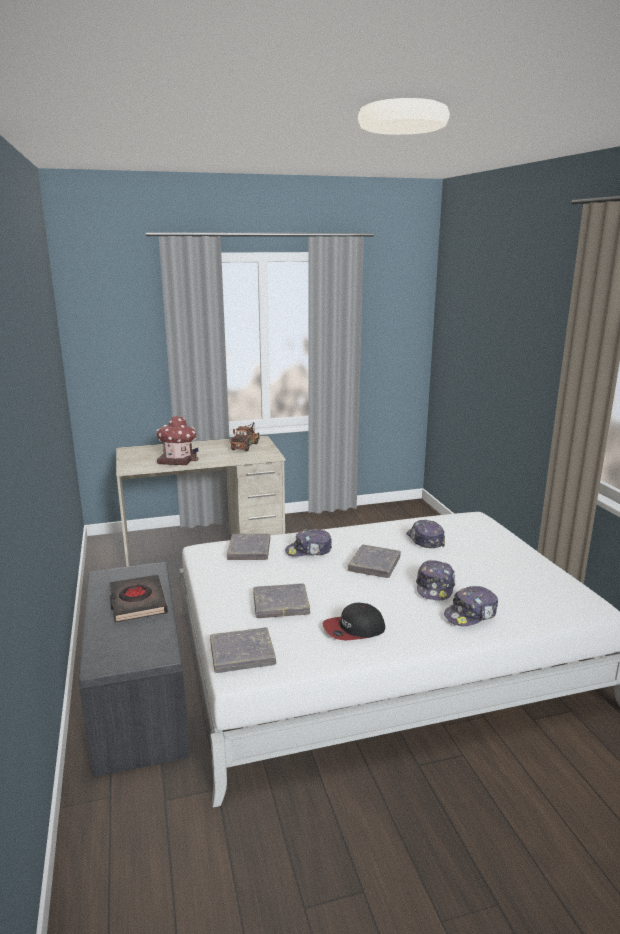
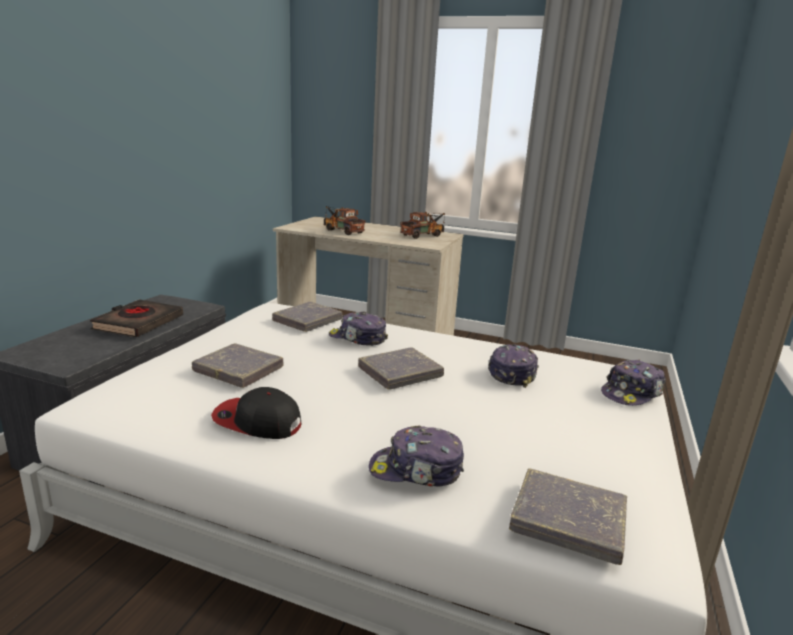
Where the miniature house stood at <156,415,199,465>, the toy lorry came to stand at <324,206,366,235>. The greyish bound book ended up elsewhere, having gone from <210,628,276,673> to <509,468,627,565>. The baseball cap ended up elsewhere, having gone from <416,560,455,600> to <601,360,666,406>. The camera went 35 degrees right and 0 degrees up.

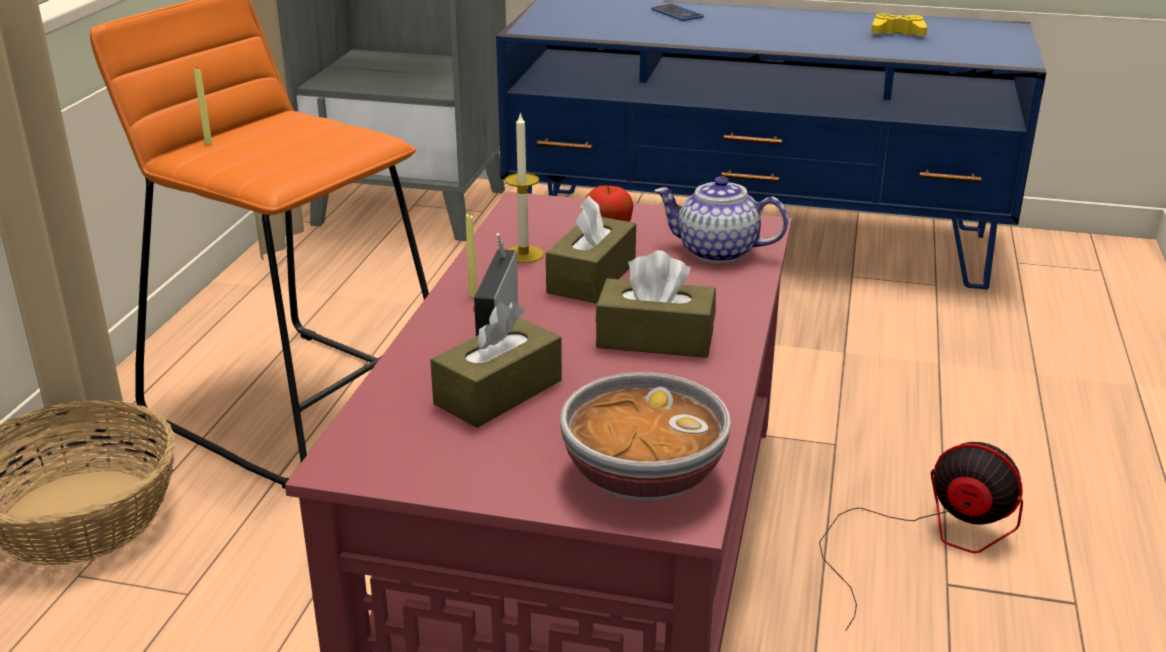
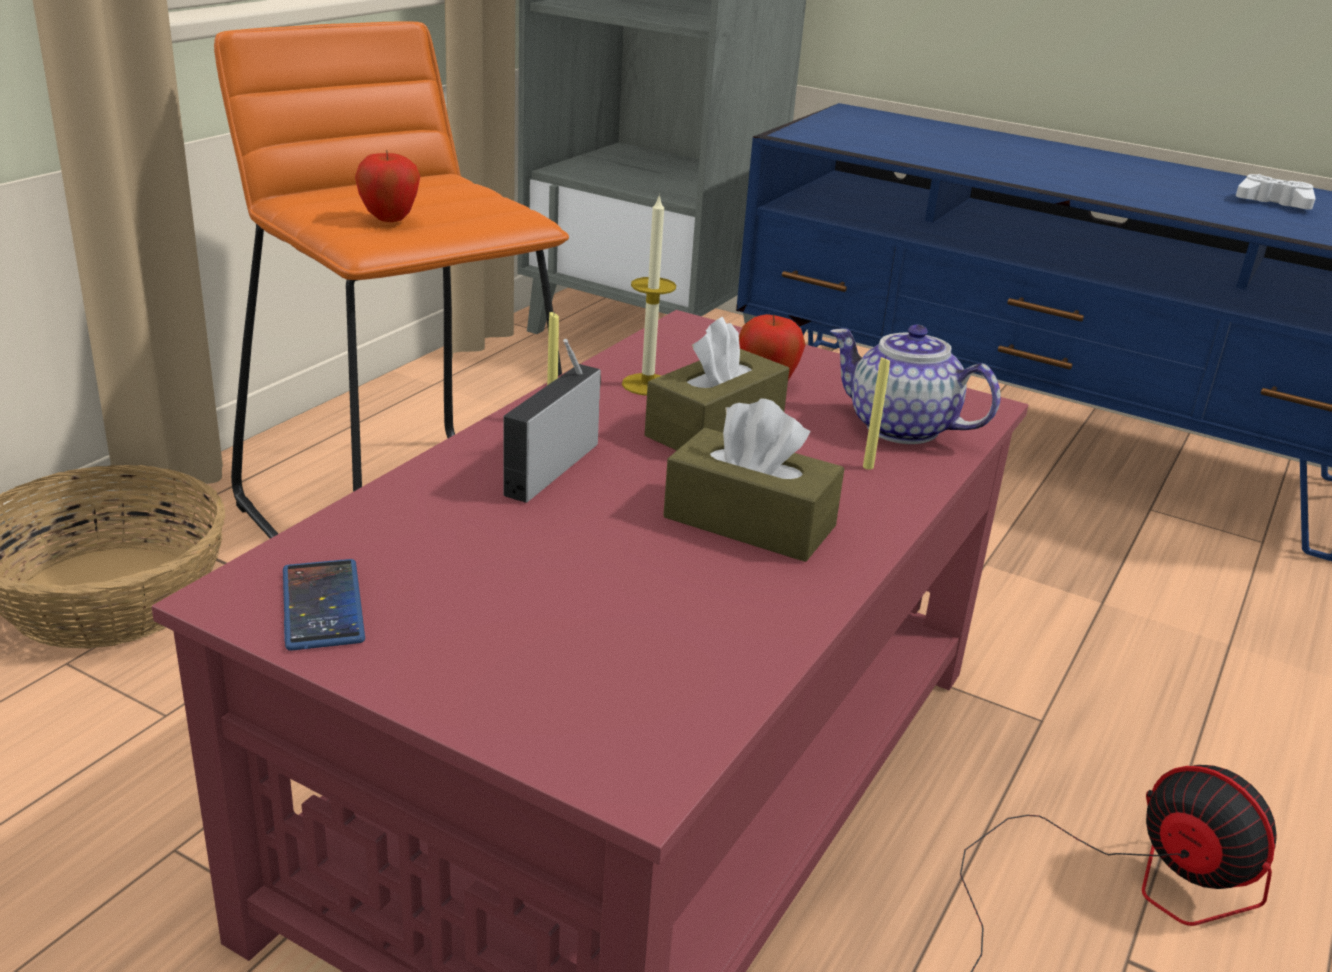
The yellowish wax light ended up elsewhere, having gone from <194,69,212,145> to <863,356,890,470>. The second view lost the brown-coloured tissue holder at <430,302,562,428>. The second view lost the bowl at <560,372,731,501>. The phone ended up elsewhere, having gone from <651,4,704,21> to <283,559,365,651>. What was the yellowish game controller at <871,13,927,36> turned into the white game controller at <1236,174,1316,210>. The second view gained the whole apple at <355,150,420,222>. The camera went 15 degrees right and 0 degrees up.

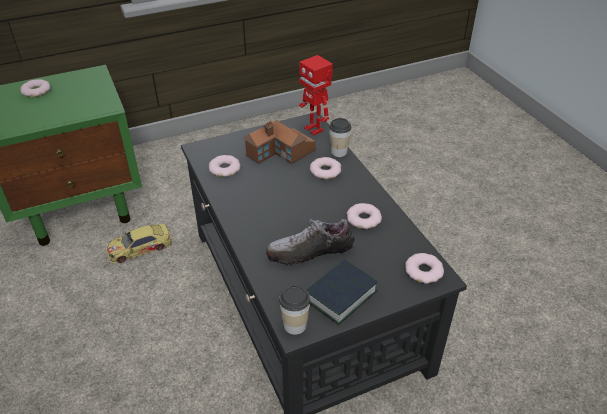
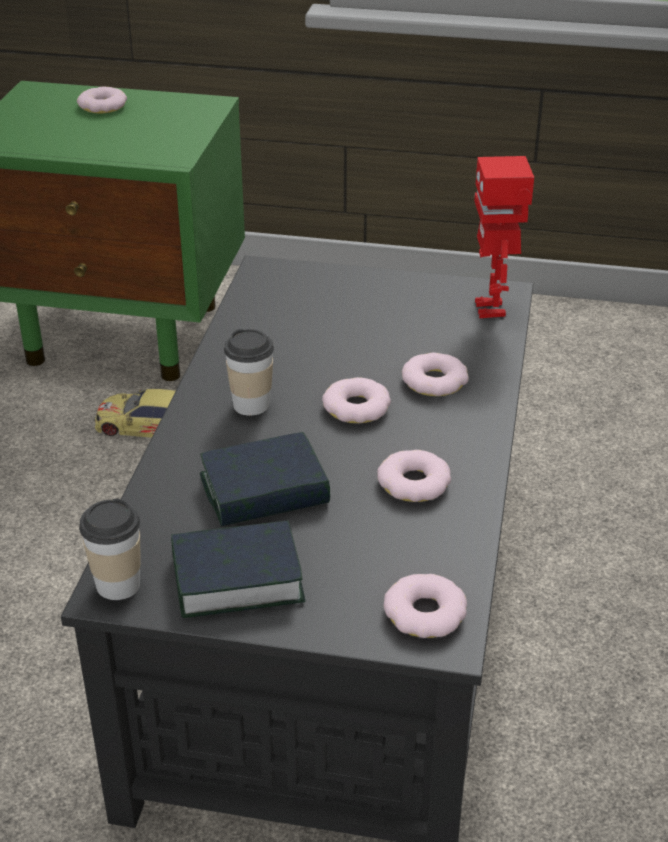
The doughnut ended up elsewhere, having gone from <209,155,241,177> to <322,377,391,423>. The second view lost the miniature house at <243,120,316,165>. Where the item of footwear stood at <266,219,354,265>, the bound book came to stand at <200,432,330,526>. The drinking cup ended up elsewhere, having gone from <329,118,352,157> to <224,329,274,416>. The camera went 35 degrees right and 5 degrees down.

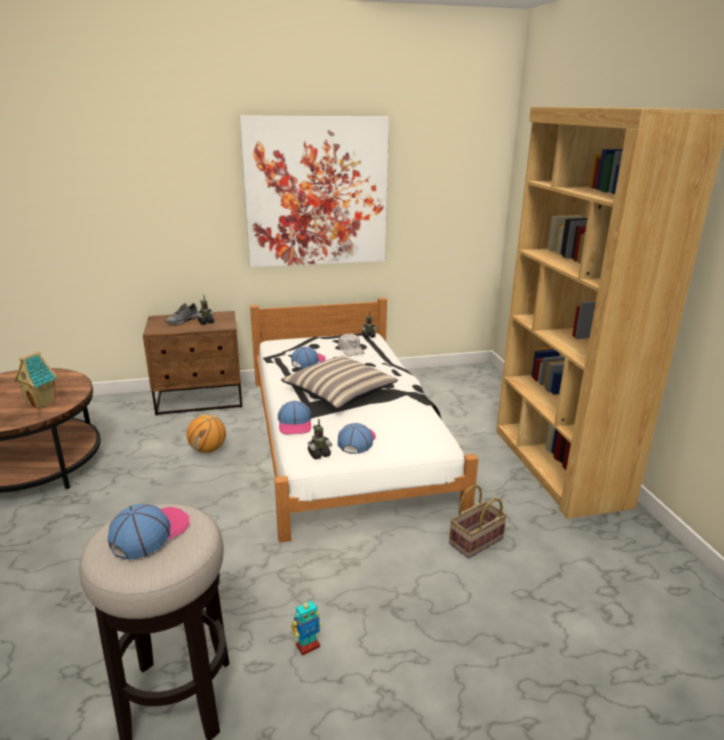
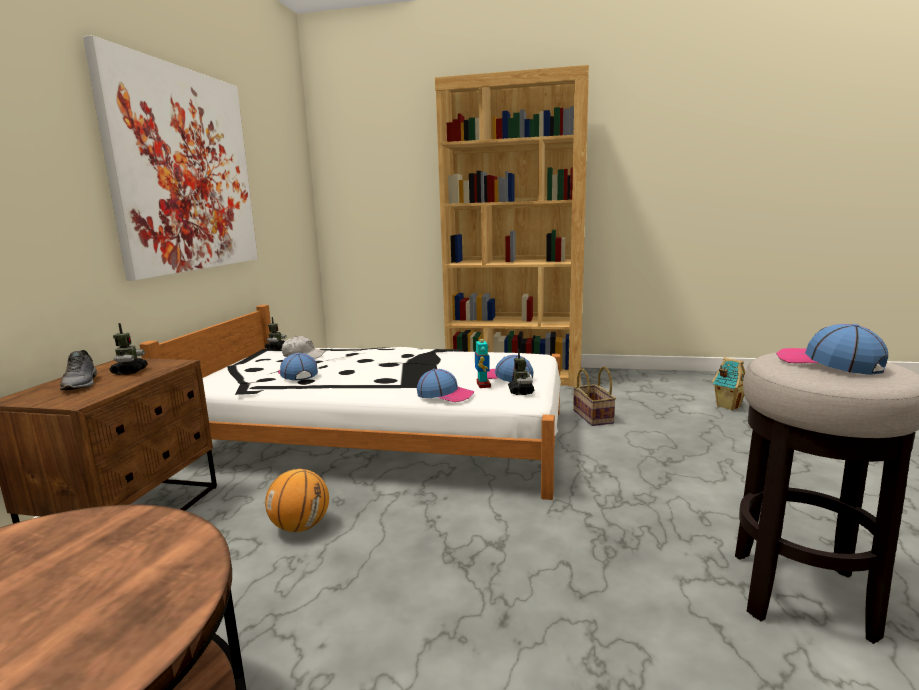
The miniature house ended up elsewhere, having gone from <14,351,57,409> to <712,357,745,411>. The second view lost the cushion at <281,356,398,409>. The robot figure ended up elsewhere, having gone from <291,599,322,656> to <475,339,491,388>. The camera went 65 degrees left and 10 degrees down.

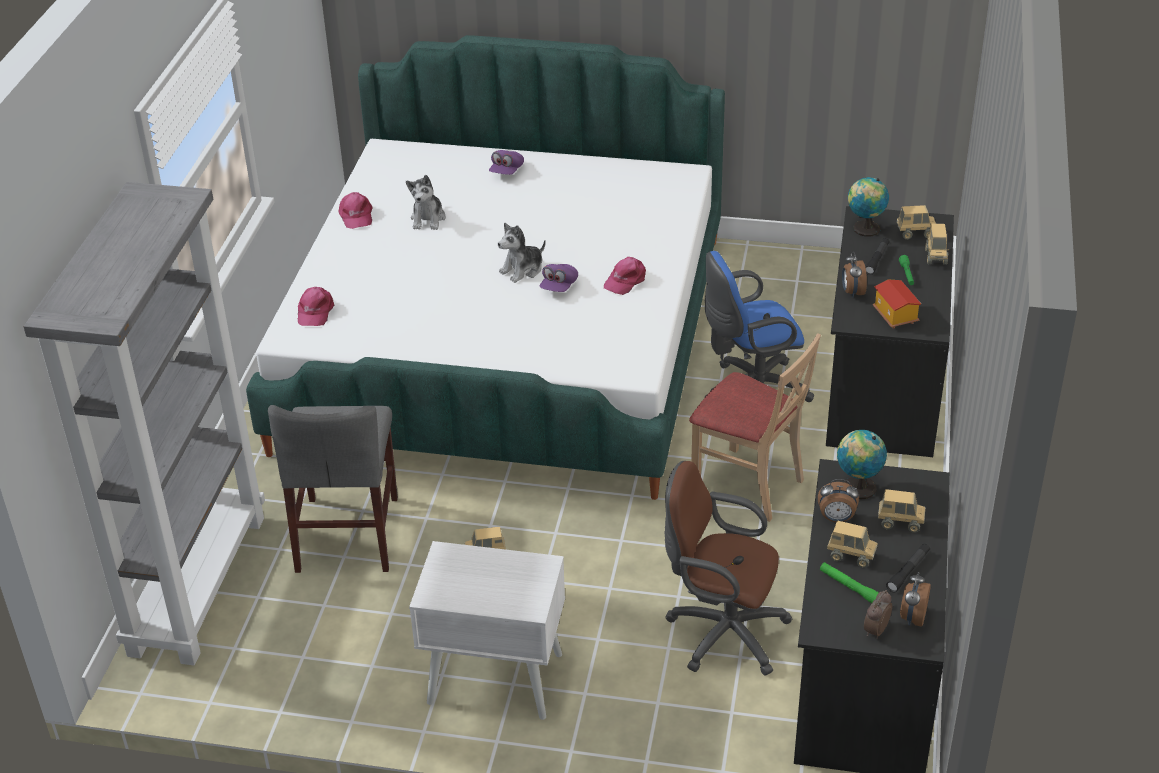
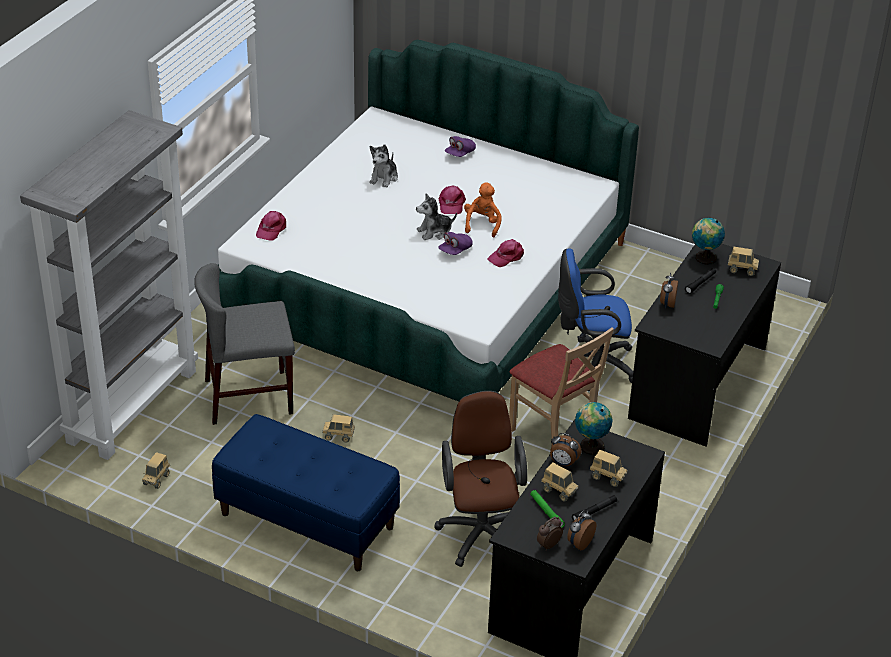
The greyish upright chair at <268,405,398,573> ended up facing another way, 60 degrees clockwise from before. The pinkish baseball cap ended up elsewhere, having gone from <338,192,373,229> to <439,186,466,214>. Where the white nightstand stood at <409,541,565,720>, the blue-coloured long seat came to stand at <212,414,400,571>. The brown-coloured office chair at <664,461,793,676> ended up facing another way, 45 degrees clockwise from before. The second view lost the miniature house at <873,279,921,329>. The toy lorry ended up elsewhere, having gone from <925,224,949,265> to <142,452,170,489>. The second view gained the orangey cuddly toy at <464,182,502,237>. The camera went 15 degrees right and 0 degrees up.

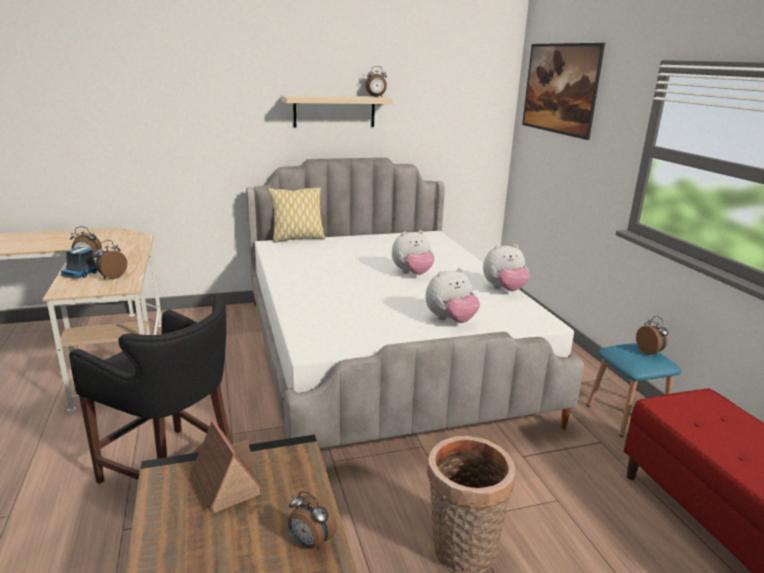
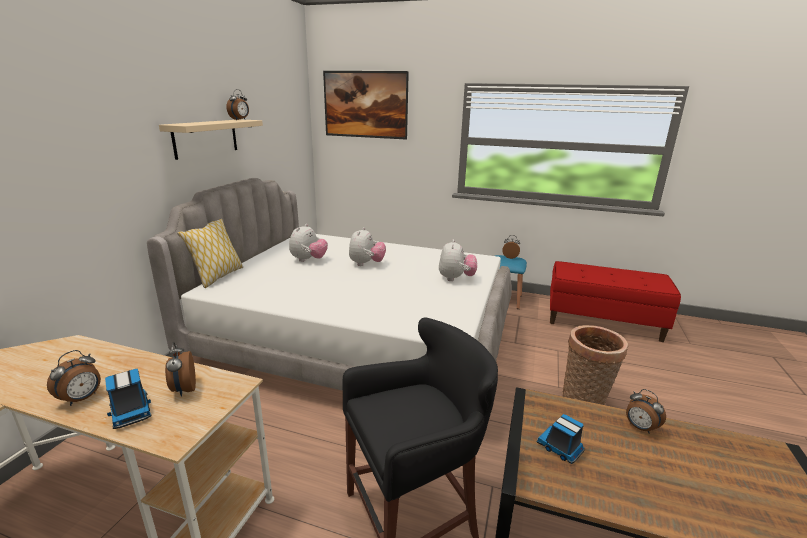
Where the miniature house stood at <190,419,264,513>, the toy lorry came to stand at <537,414,585,464>. The table clock at <288,491,337,550> ended up facing another way, 75 degrees clockwise from before. The cuddly toy ended up elsewhere, having gone from <483,244,530,291> to <289,224,328,262>. The camera went 55 degrees left and 0 degrees up.

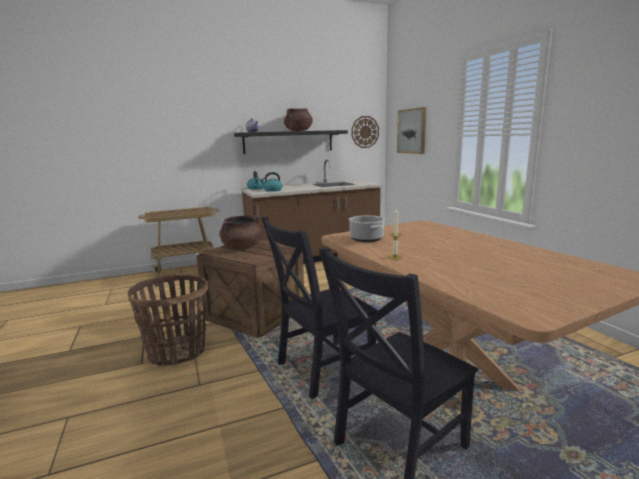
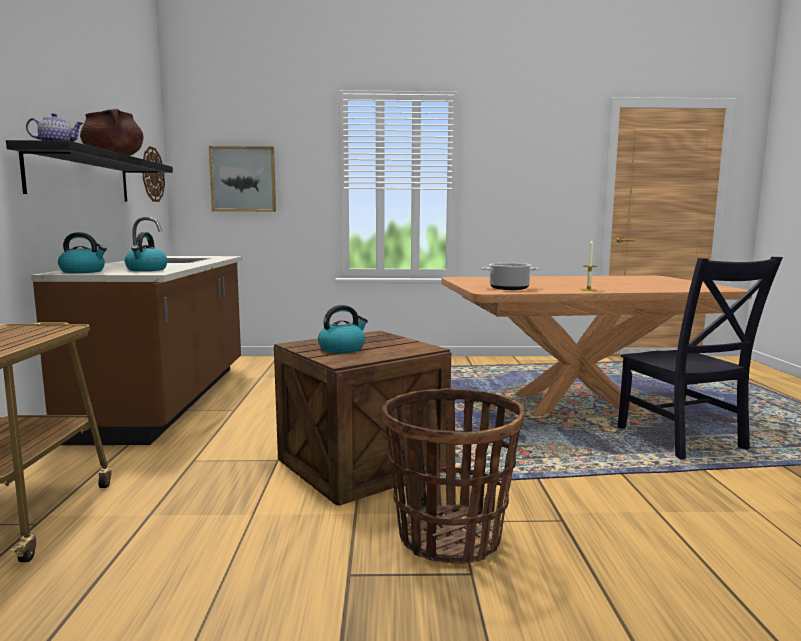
Where the brown-coloured saucepot stood at <219,215,262,249>, the kettle came to stand at <318,305,368,353>. The second view lost the black upright chair at <261,216,378,399>. The camera went 70 degrees left and 5 degrees down.

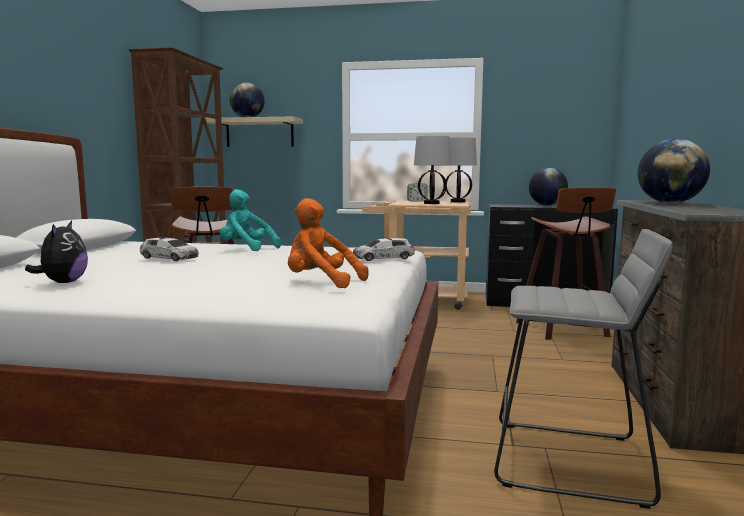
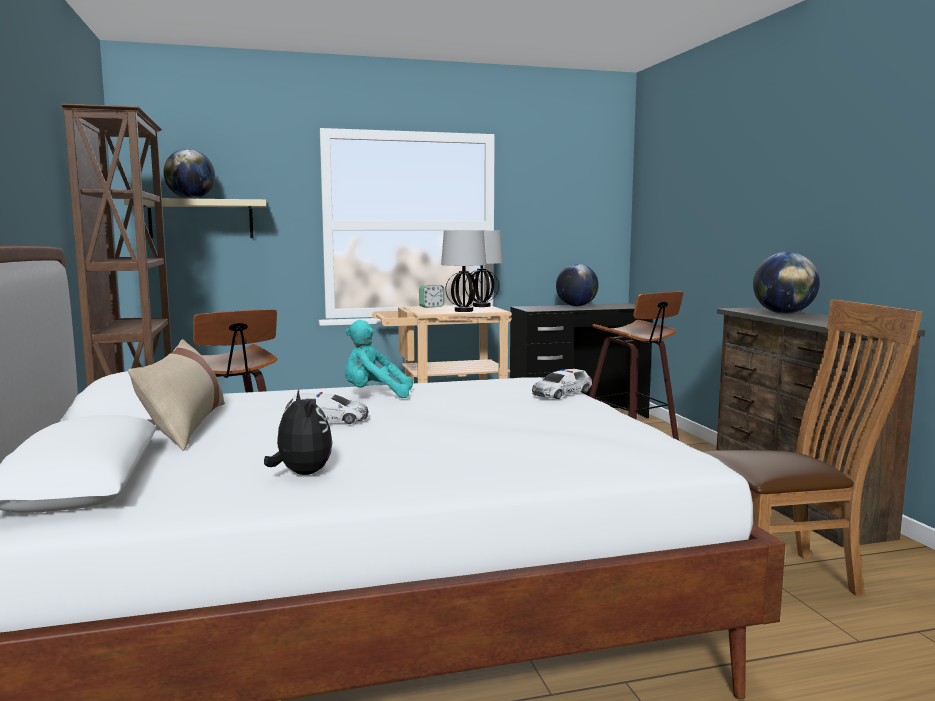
The second view lost the orangey cuddly toy at <288,198,368,288>. Where the greyish stool stood at <494,229,673,509>, the brown-coloured upright chair came to stand at <704,300,922,596>. The second view gained the sand-coloured cushion at <128,339,225,451>. The camera went 25 degrees left and 0 degrees up.

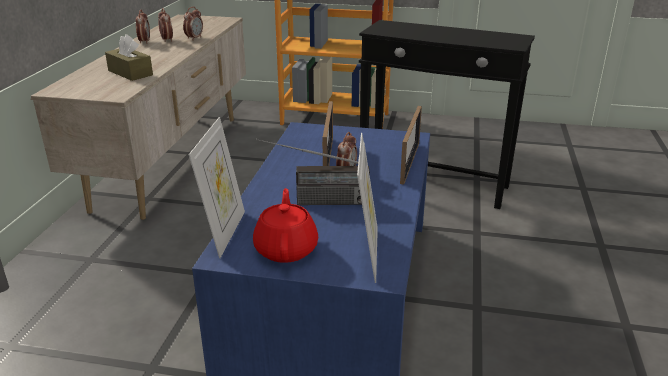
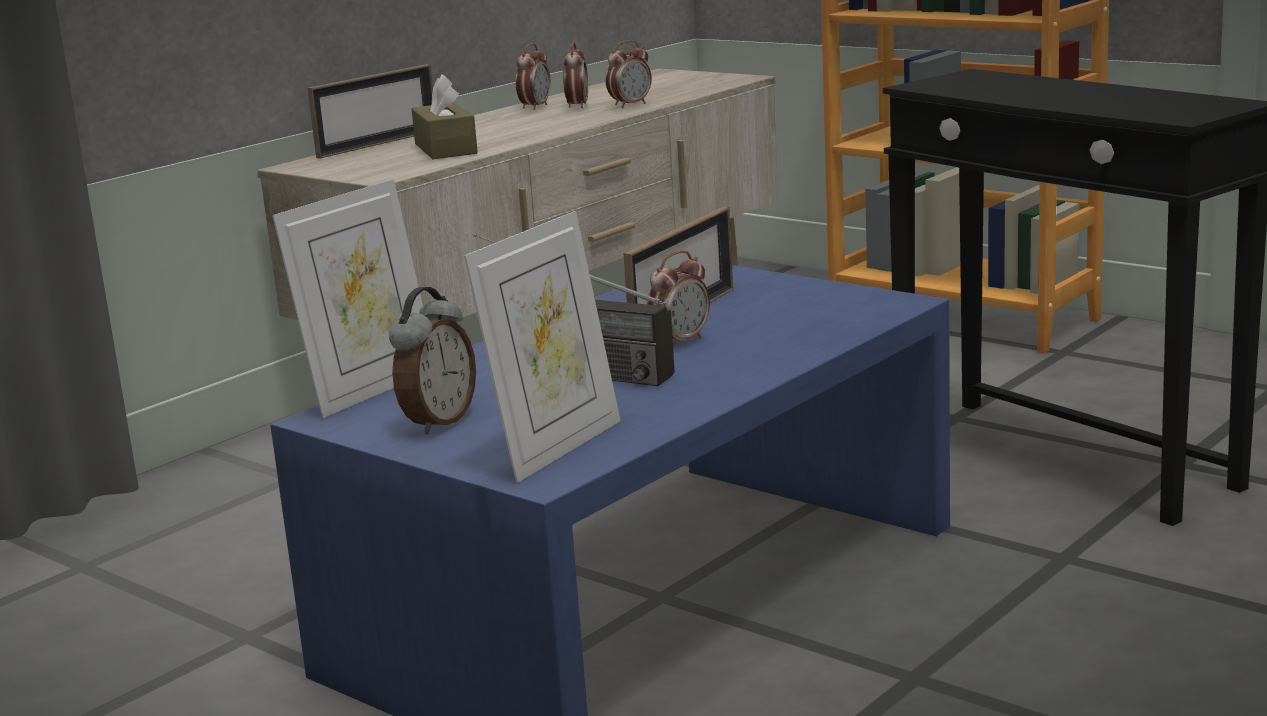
Where the red-coloured teapot stood at <253,188,318,263>, the table clock came to stand at <389,287,476,434>. The photo frame ended up elsewhere, having gone from <400,106,422,184> to <307,64,433,159>. The camera went 30 degrees right and 10 degrees down.

